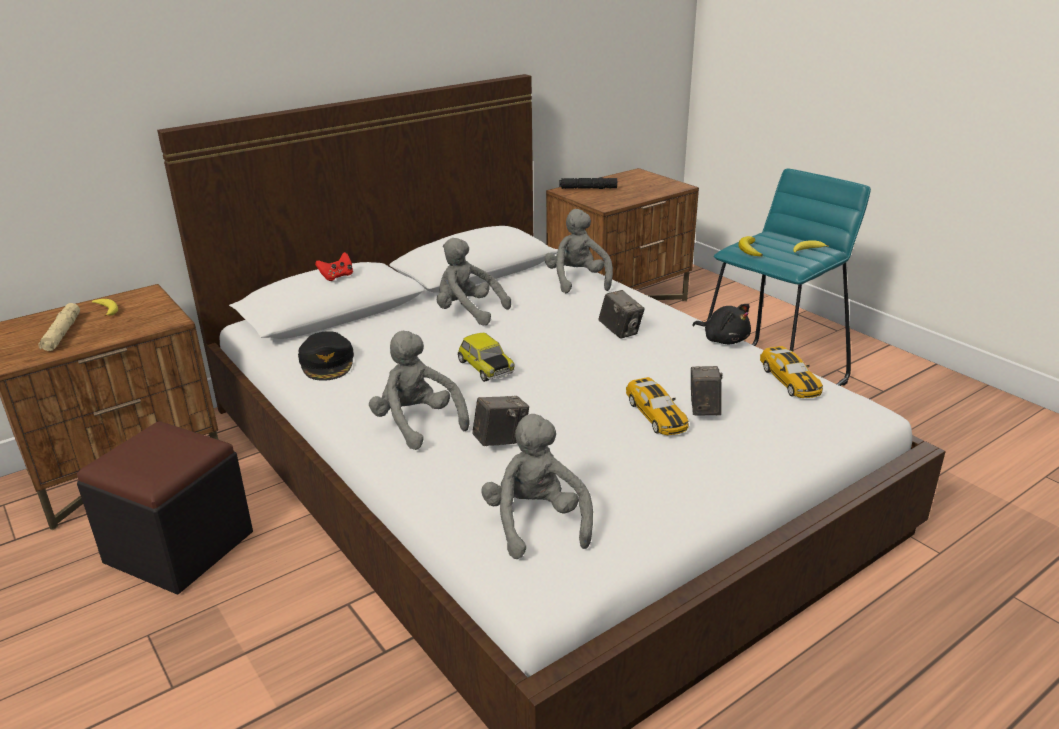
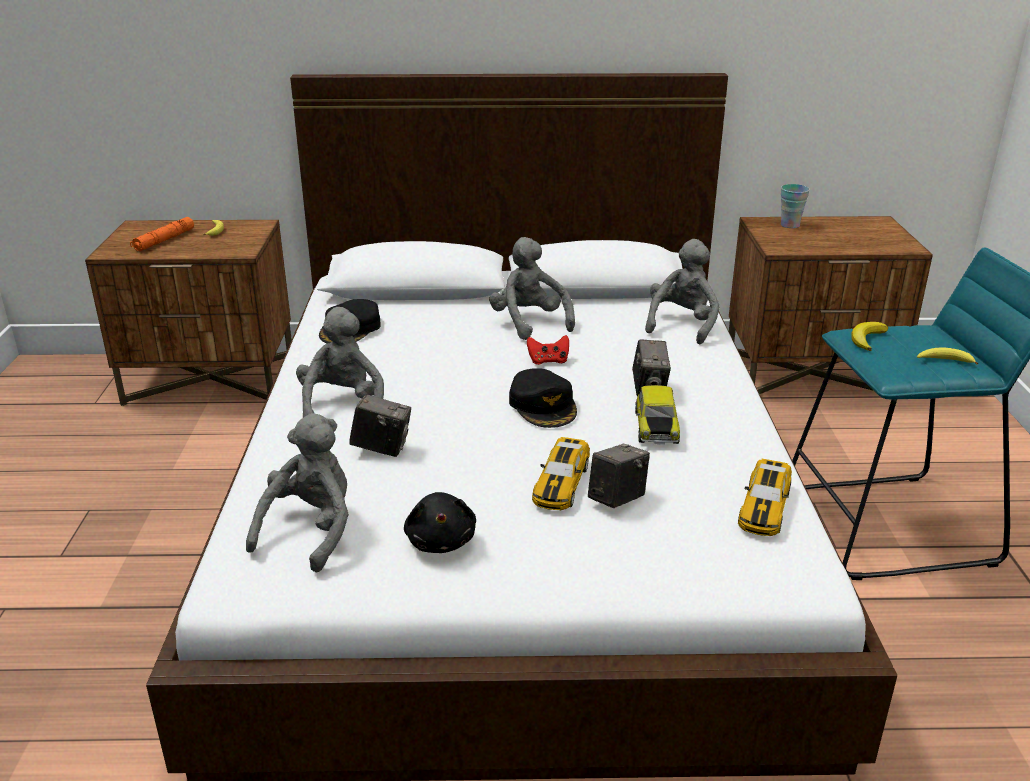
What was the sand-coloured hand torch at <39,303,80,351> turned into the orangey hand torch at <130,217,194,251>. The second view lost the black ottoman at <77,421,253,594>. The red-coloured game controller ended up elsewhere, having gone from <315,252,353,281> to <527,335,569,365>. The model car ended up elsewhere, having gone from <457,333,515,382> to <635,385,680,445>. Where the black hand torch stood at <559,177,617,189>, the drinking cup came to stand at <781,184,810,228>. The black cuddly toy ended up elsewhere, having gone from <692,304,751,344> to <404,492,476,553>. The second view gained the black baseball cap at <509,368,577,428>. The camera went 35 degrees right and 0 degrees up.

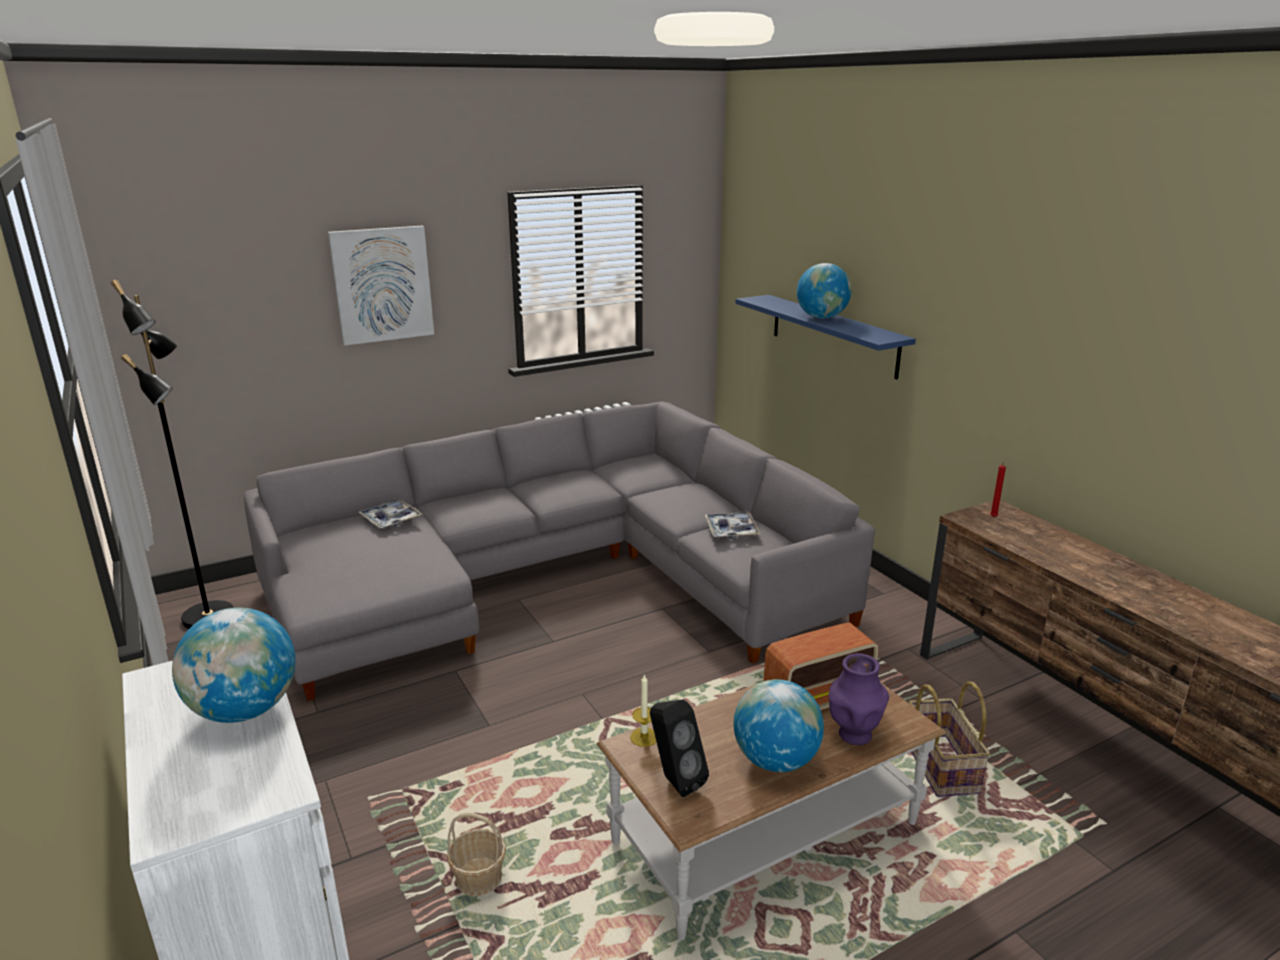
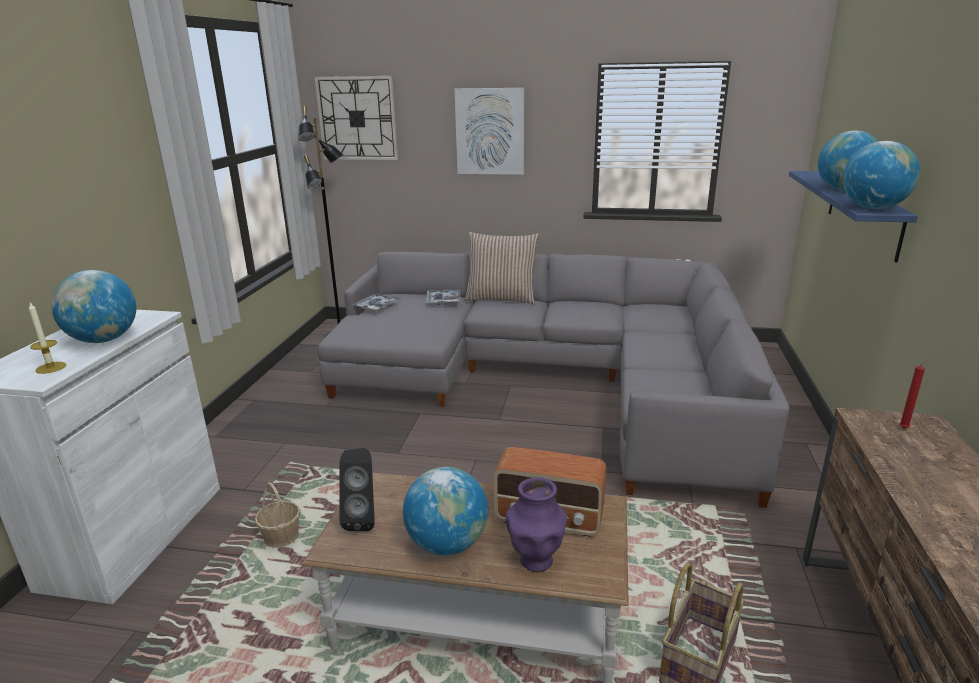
The wax light ended up elsewhere, having gone from <630,674,656,747> to <29,303,66,374>. The serving tray ended up elsewhere, having gone from <705,512,761,539> to <352,294,402,311>. The second view gained the clock on the wall at <314,76,398,160>. The second view gained the cushion at <464,232,539,304>. The second view gained the world globe at <843,141,920,209>. The camera went 40 degrees right and 0 degrees up.

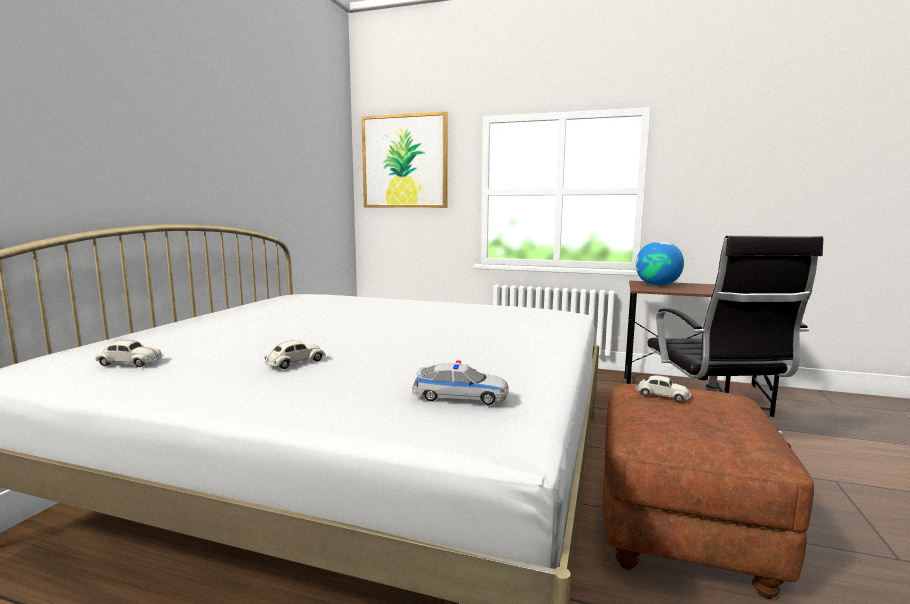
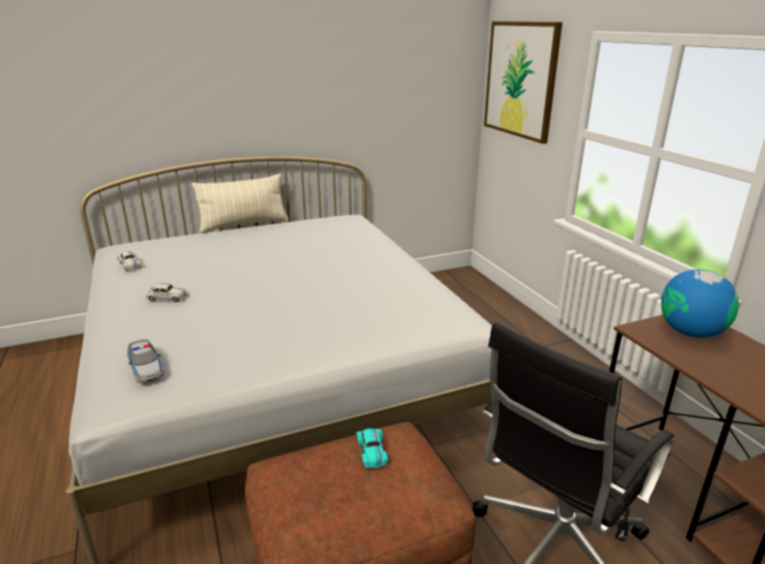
What was the white model car at <636,375,691,402> turned into the blue-green model car at <356,428,388,468>. The second view gained the sand-coloured cushion at <192,174,289,234>. The camera went 50 degrees right and 15 degrees up.

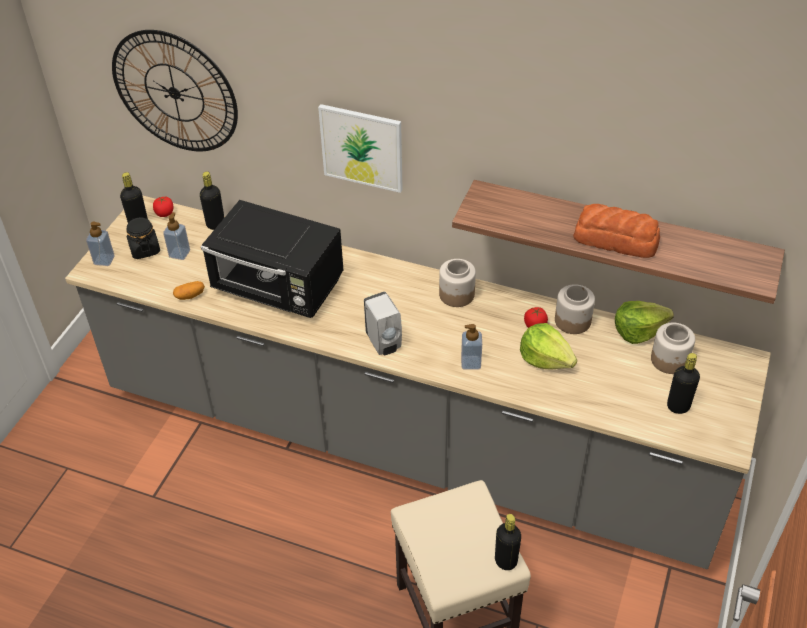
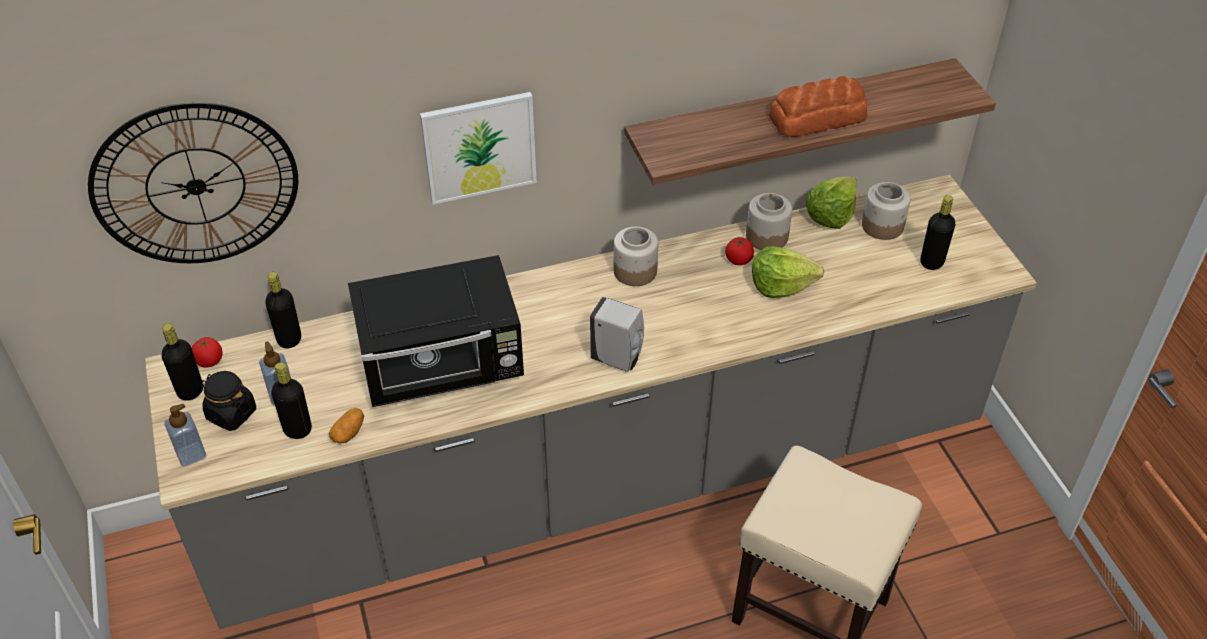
The second view lost the soap bottle at <461,324,482,370>. The black bottle ended up elsewhere, having gone from <495,514,521,570> to <271,363,312,439>. The camera went 40 degrees left and 0 degrees up.

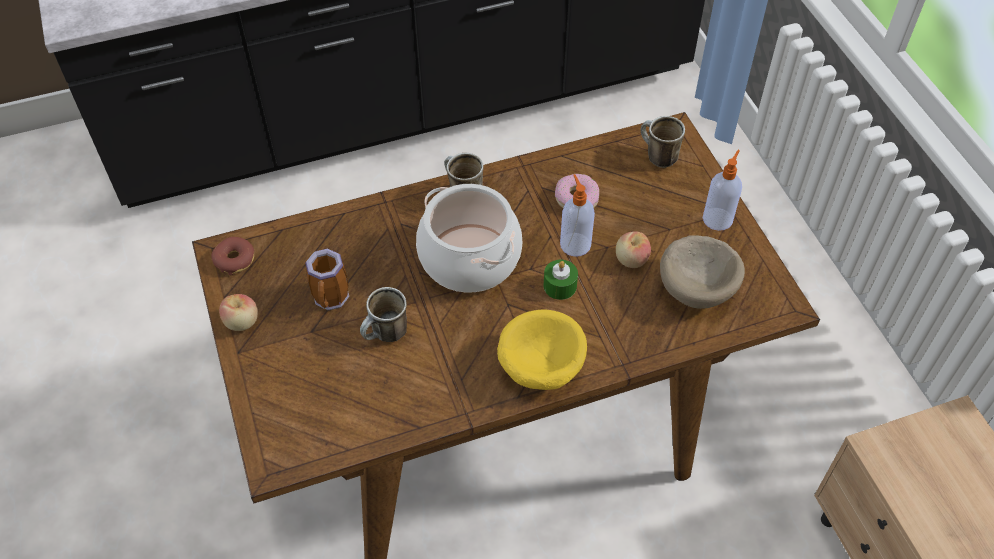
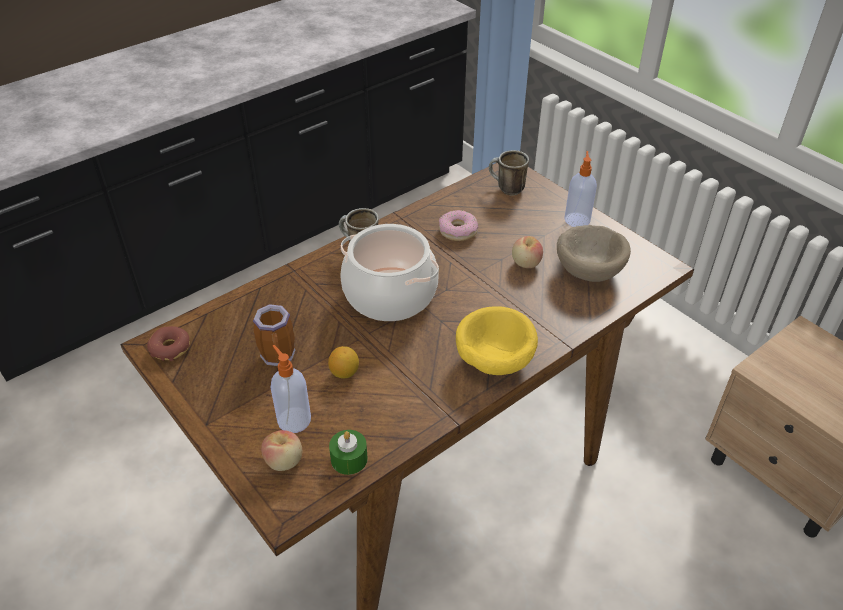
The whole apple ended up elsewhere, having gone from <219,294,258,331> to <261,430,302,471>. Where the coffee mug stood at <360,287,407,342>, the whole lemon came to stand at <328,346,359,378>. The green wax light ended up elsewhere, having gone from <544,260,578,300> to <329,430,368,475>. The soap bottle ended up elsewhere, having gone from <560,174,595,257> to <271,345,311,433>. The camera went 20 degrees left and 10 degrees down.

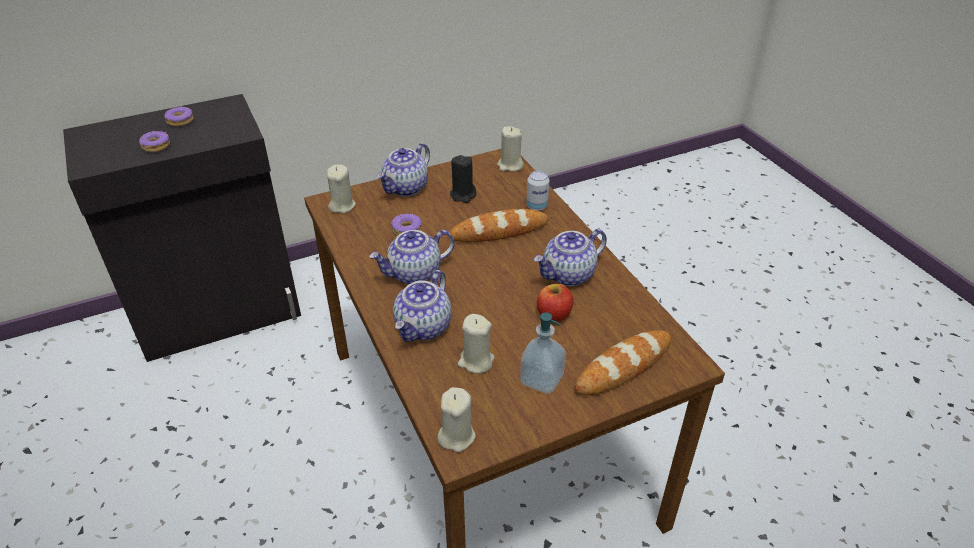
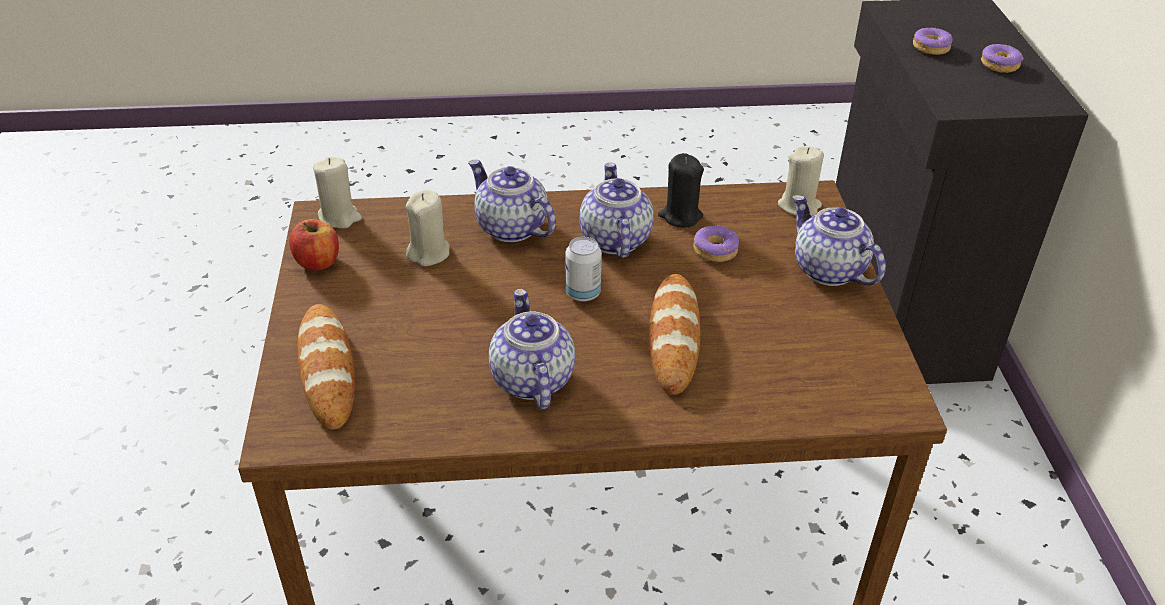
The black wax light ended up elsewhere, having gone from <450,155,476,203> to <658,153,704,228>. The second view lost the sand-coloured wax light at <497,126,524,172>. The second view lost the soap bottle at <520,312,566,394>. The sealed can ended up elsewhere, having gone from <526,170,549,211> to <565,237,602,302>. The whole apple ended up elsewhere, having gone from <537,284,574,322> to <289,219,339,271>. The camera went 110 degrees right and 0 degrees up.

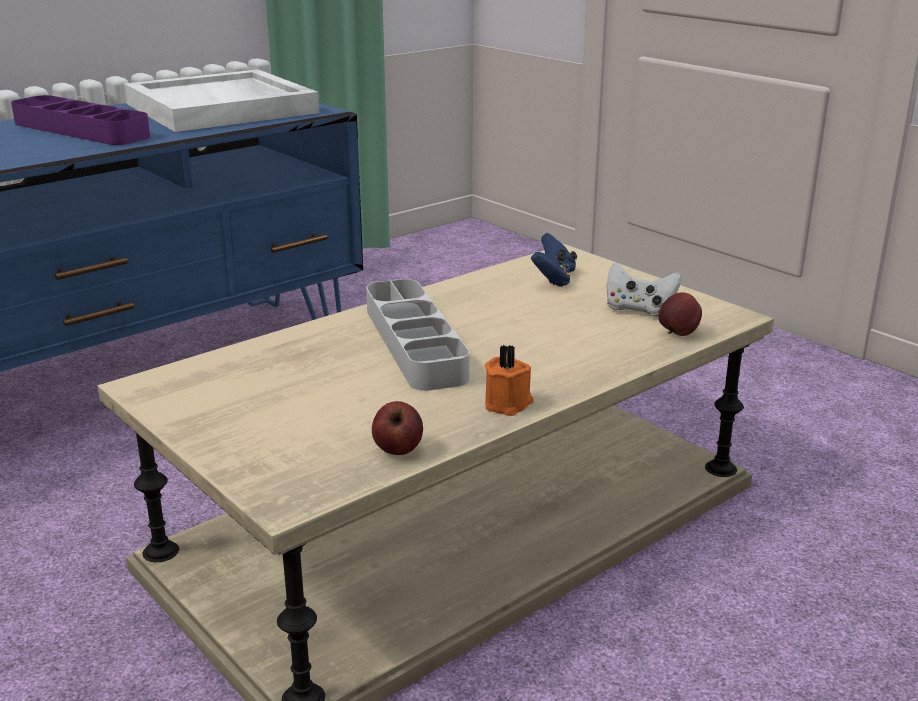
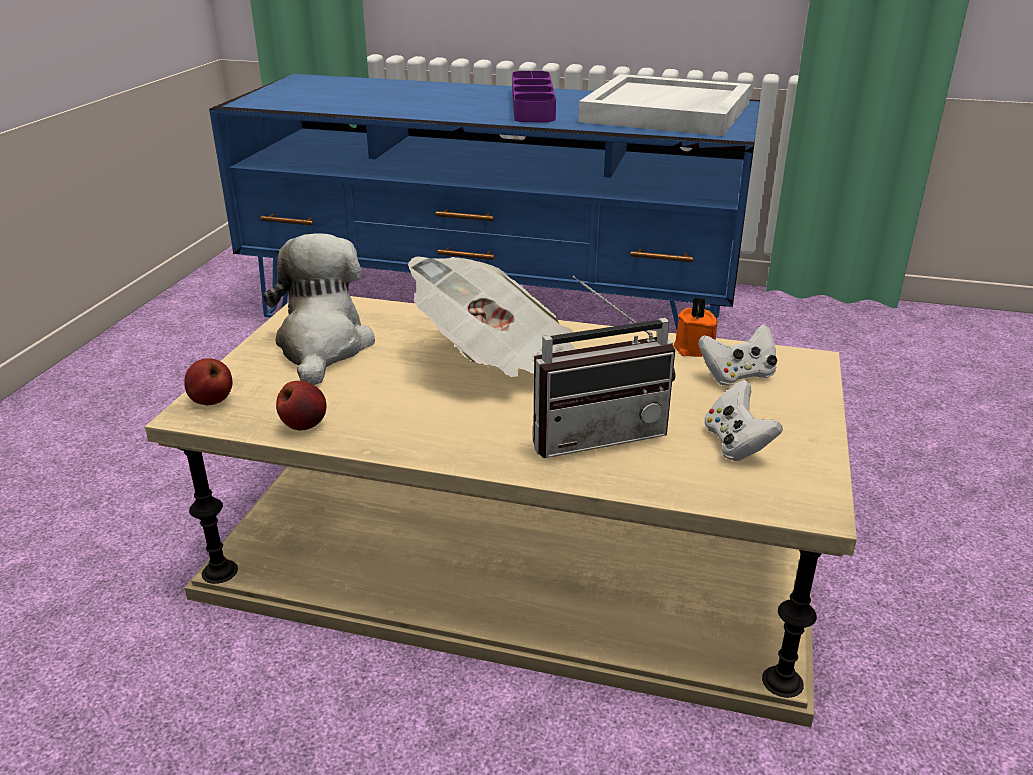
Where the greyish serving tray stood at <366,279,469,391>, the newspaper came to stand at <408,256,575,377>. The orangey wax light ended up elsewhere, having gone from <485,345,534,416> to <674,298,718,357>. What was the blue-coloured game controller at <531,233,577,287> turned into the white game controller at <698,324,777,386>. The whole apple ended up elsewhere, having gone from <658,293,702,336> to <184,358,232,405>. The second view gained the cuddly toy at <263,233,375,385>. The second view gained the radio at <533,275,675,458>. The camera went 55 degrees right and 5 degrees up.

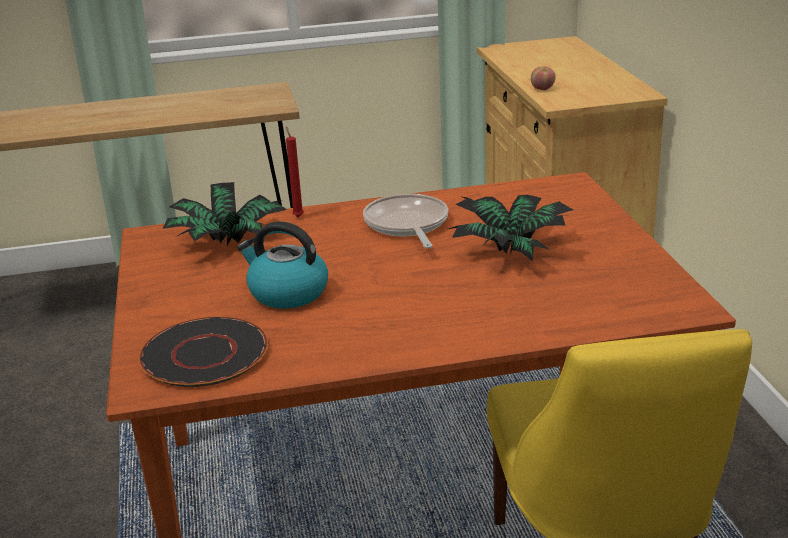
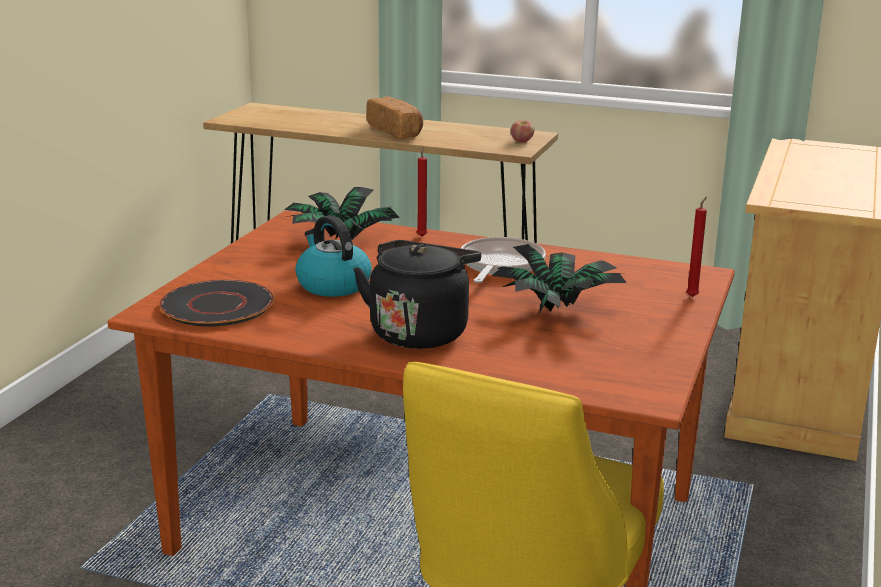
The whole apple ended up elsewhere, having gone from <531,67,556,90> to <511,120,534,142>. The second view gained the black kettle at <353,240,481,349>. The second view gained the bread at <366,97,423,139>. The second view gained the red-coloured wax light at <686,197,707,297>. The camera went 30 degrees right and 5 degrees down.

